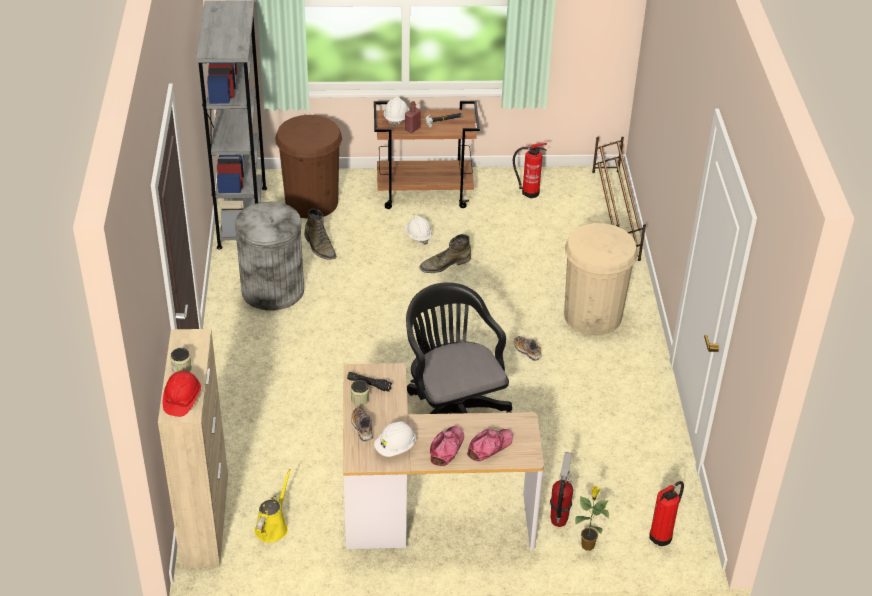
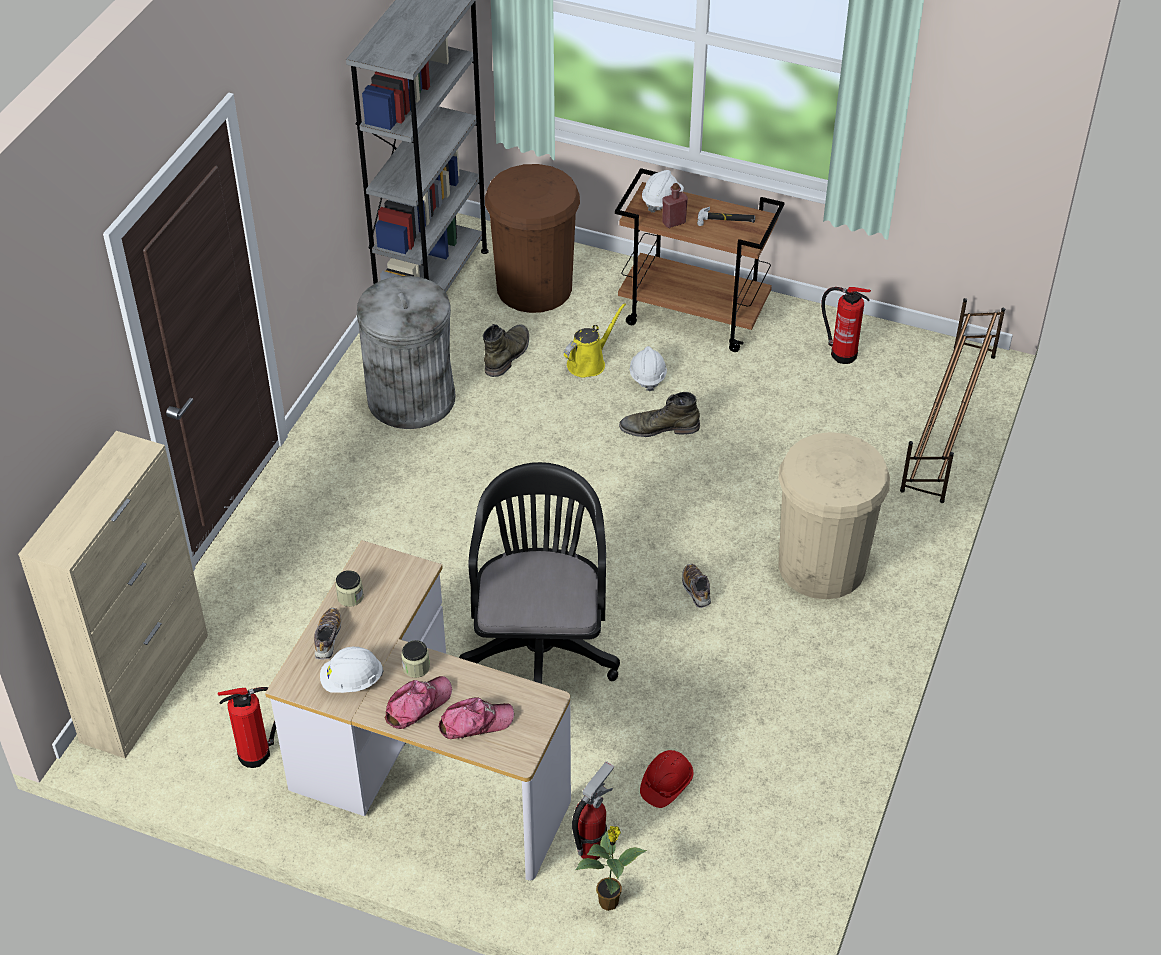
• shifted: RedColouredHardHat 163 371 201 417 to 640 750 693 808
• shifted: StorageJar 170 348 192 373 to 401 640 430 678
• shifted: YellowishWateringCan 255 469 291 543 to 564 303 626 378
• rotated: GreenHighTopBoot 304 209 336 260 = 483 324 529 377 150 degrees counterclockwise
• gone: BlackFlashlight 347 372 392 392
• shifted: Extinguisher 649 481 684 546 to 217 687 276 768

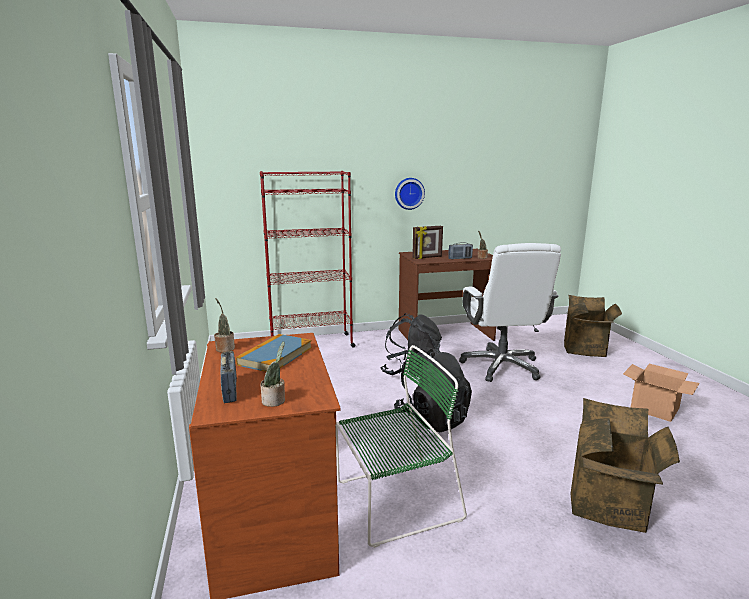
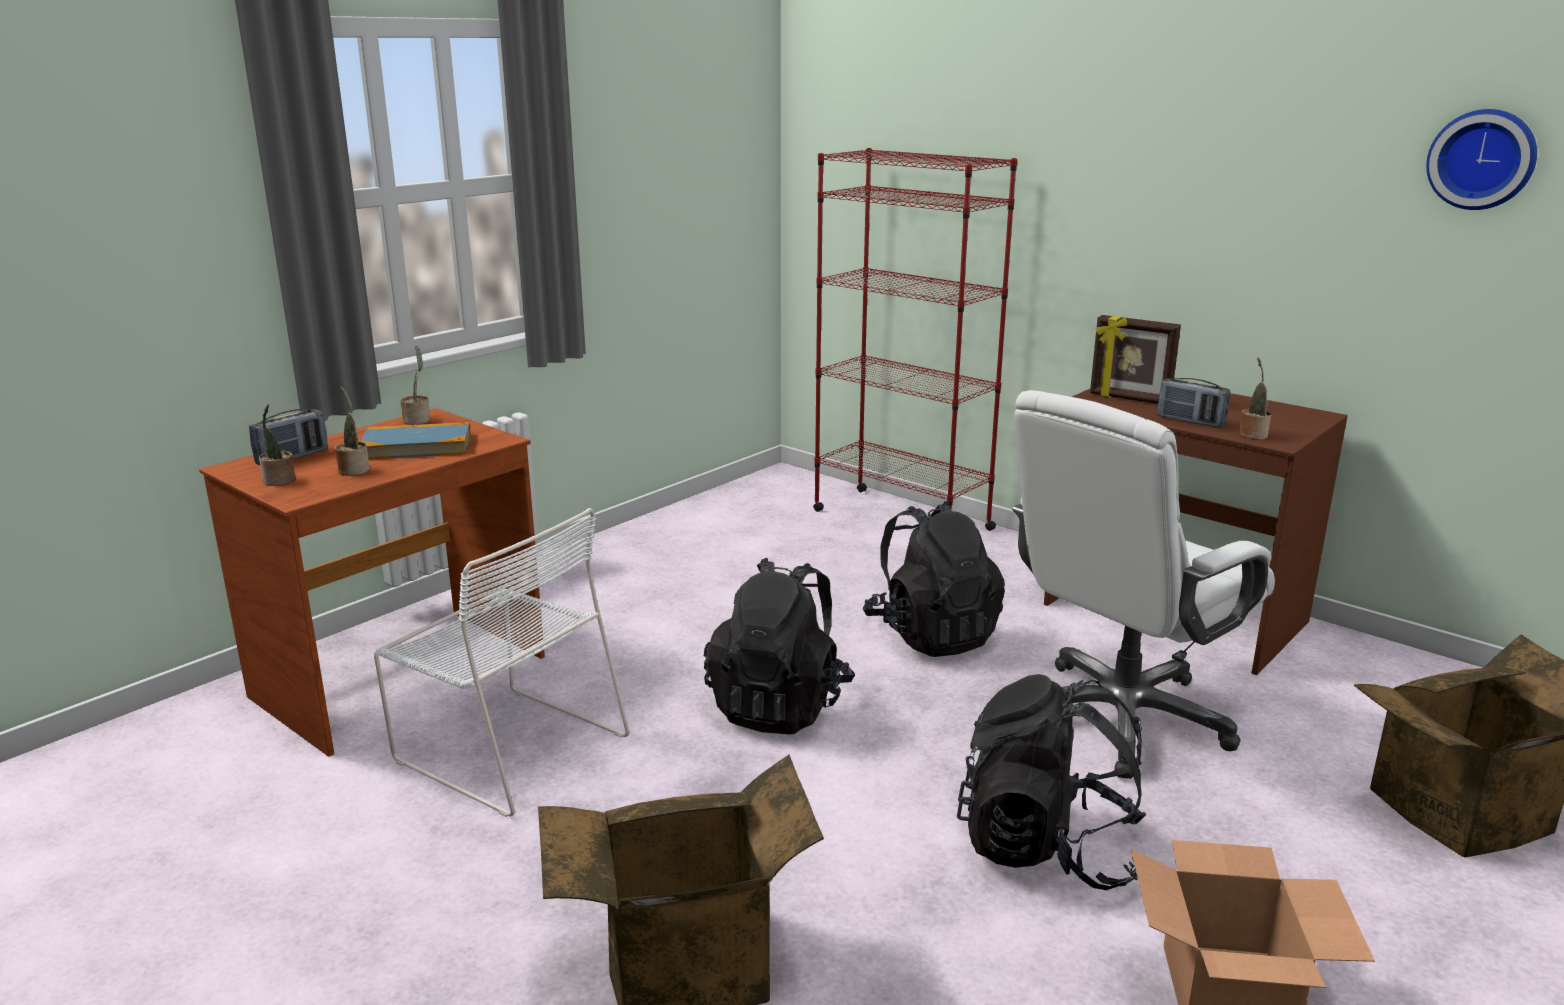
• repainted: GreenChair 336 345 467 548 to WhiteChair 374 508 630 817
• shifted: ClockOnTheWall 395 178 425 210 to 1426 109 1537 210
• new: Houseplant 335 386 370 476
• new: BlackRucksack 957 674 1146 890

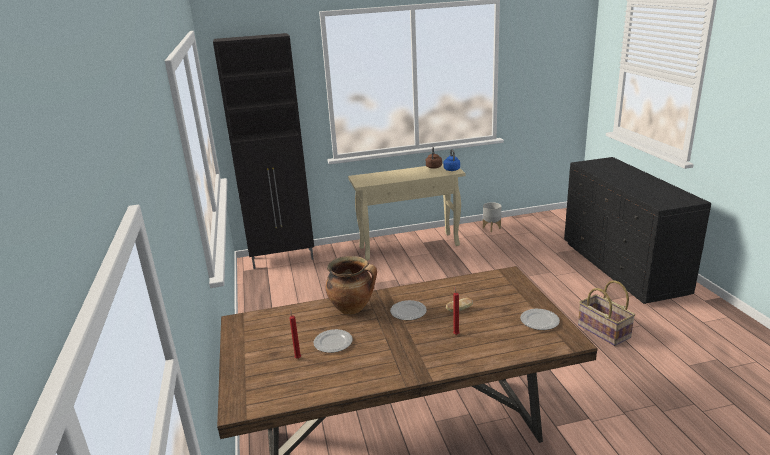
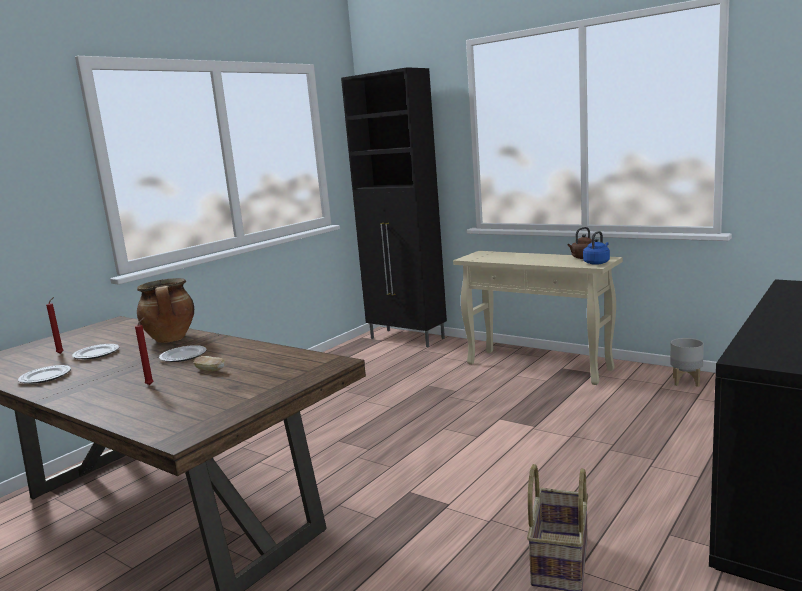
• shifted: Plate 520 309 560 330 to 18 365 71 384

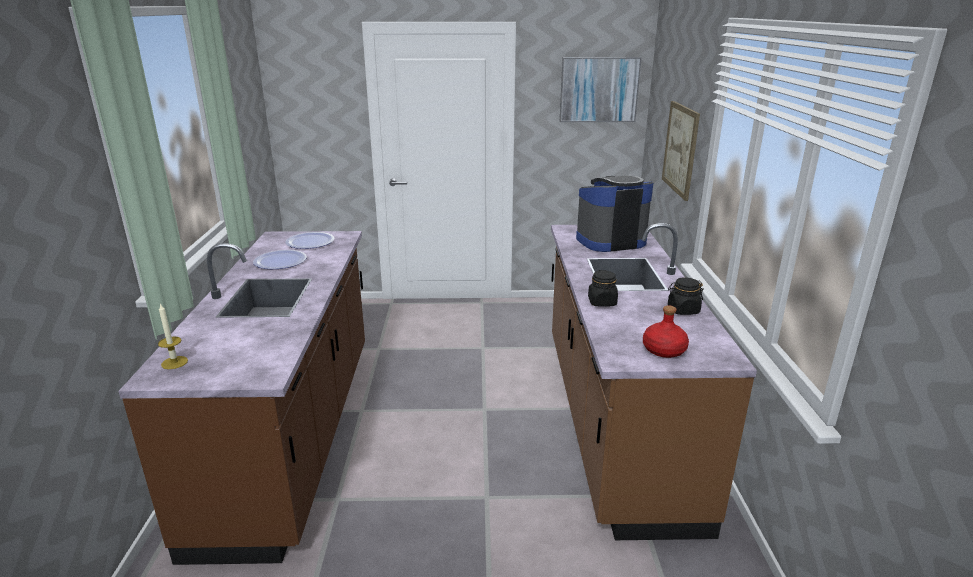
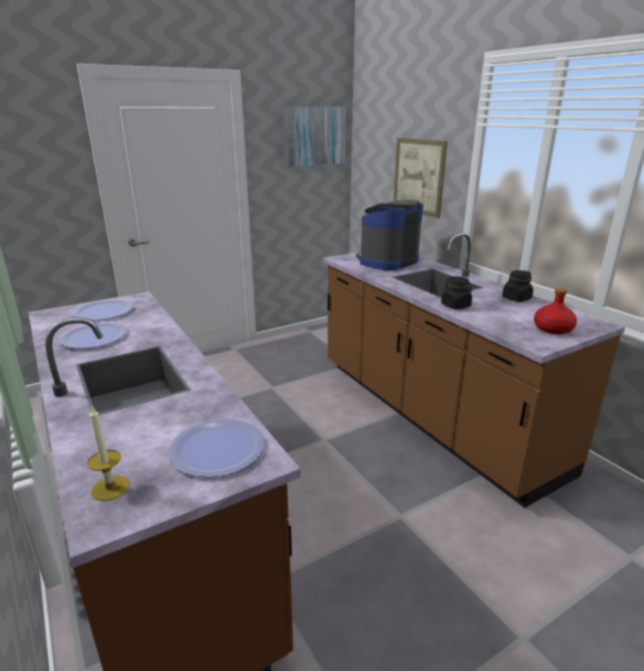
• new: Plate 168 418 265 477

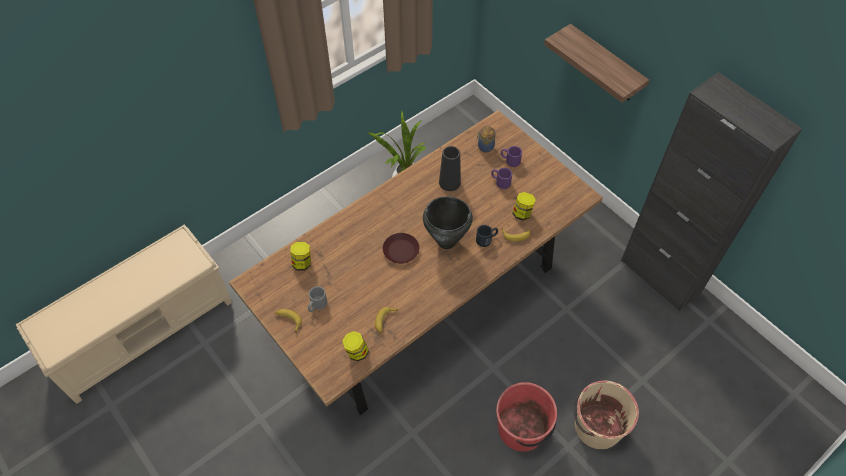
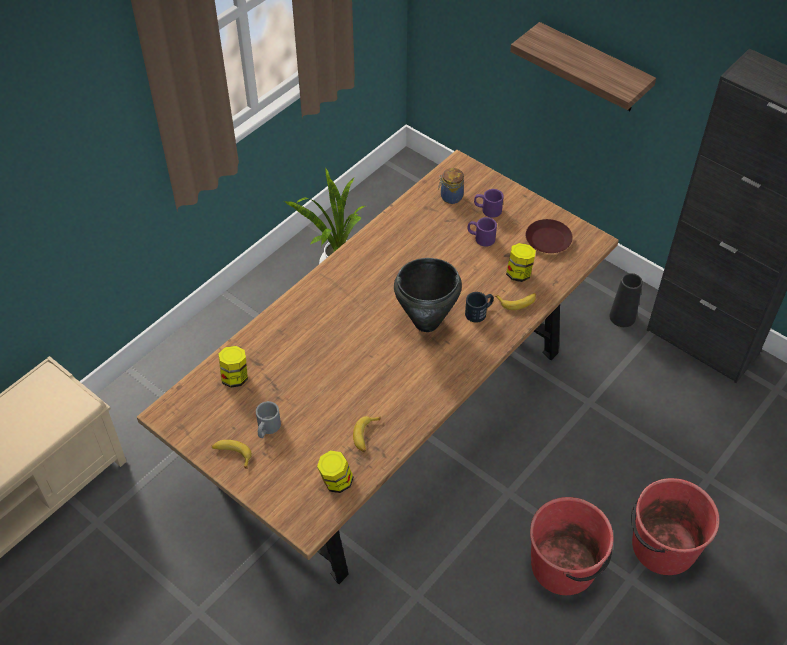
• shifted: BrownColouredPlate 383 233 419 264 to 526 219 573 253
• shifted: BlackFlowerVase 439 146 461 191 to 609 273 643 327
• repainted: SandColouredPail 574 381 639 449 to RedColouredPail 631 478 720 575

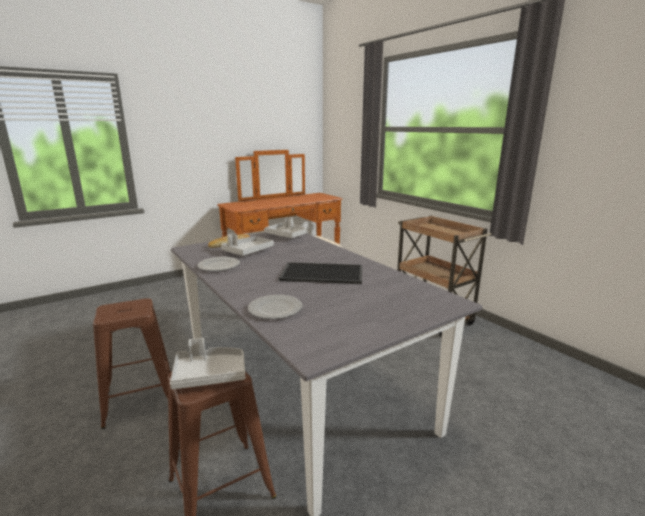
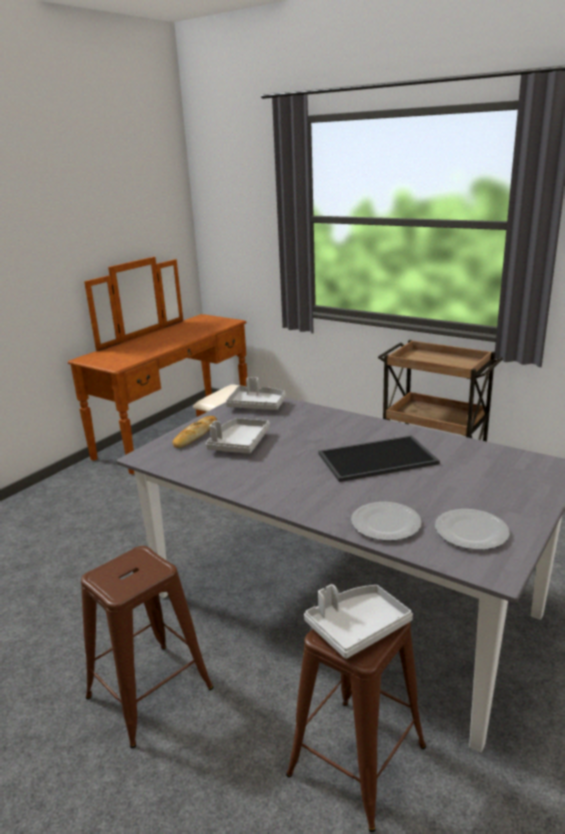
• shifted: Plate 197 257 240 271 to 435 509 510 550

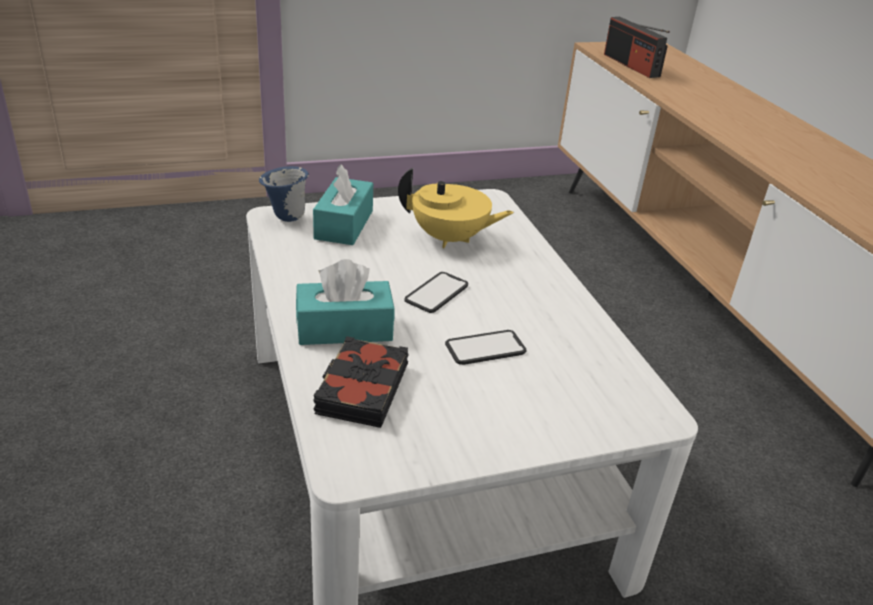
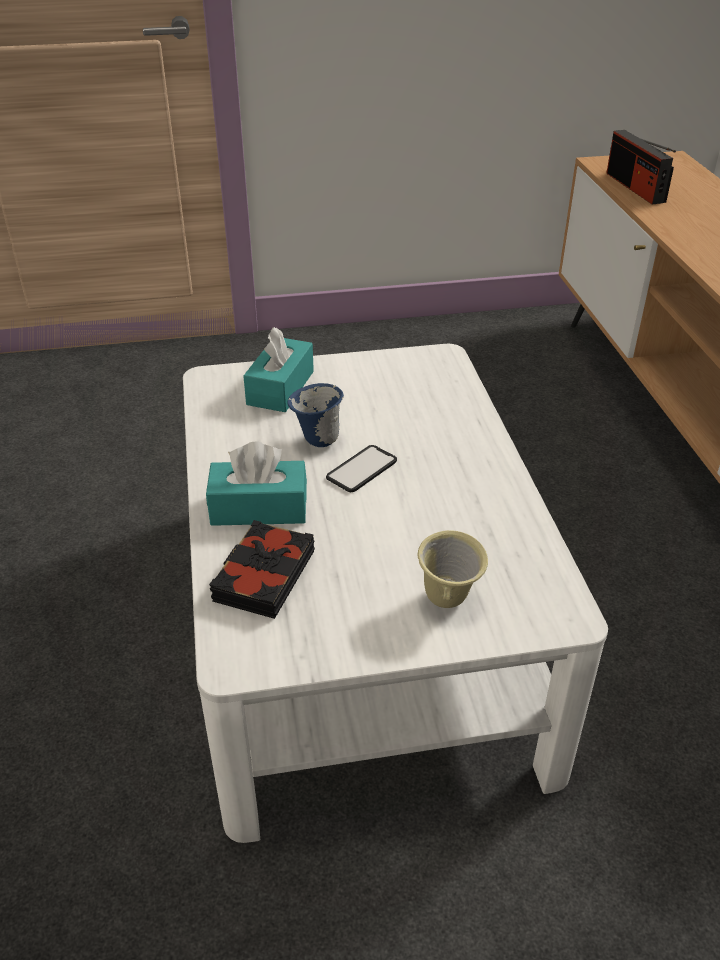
• shifted: BlueCoffeeMug 259 166 309 222 to 288 383 344 447
• gone: YellowishTeaPot 398 168 514 248
• gone: Telephone 445 330 527 365
• new: SandColouredCoffeeMug 417 530 488 608

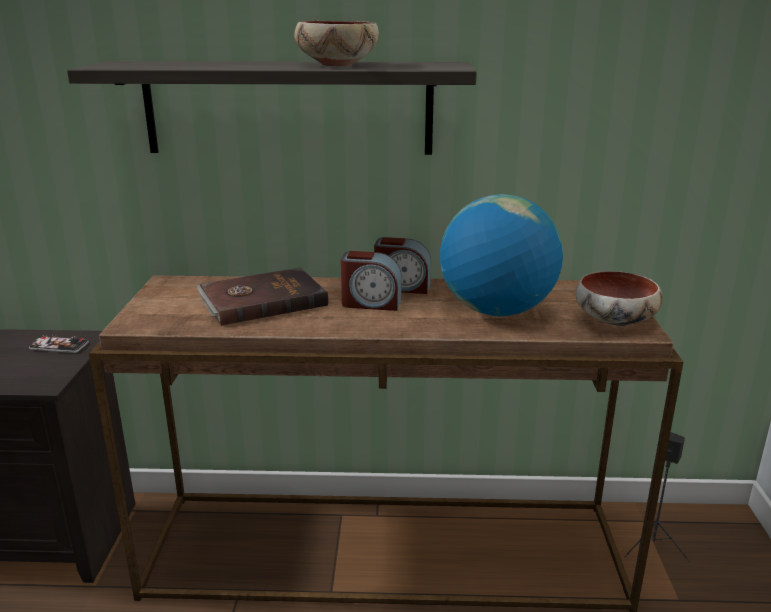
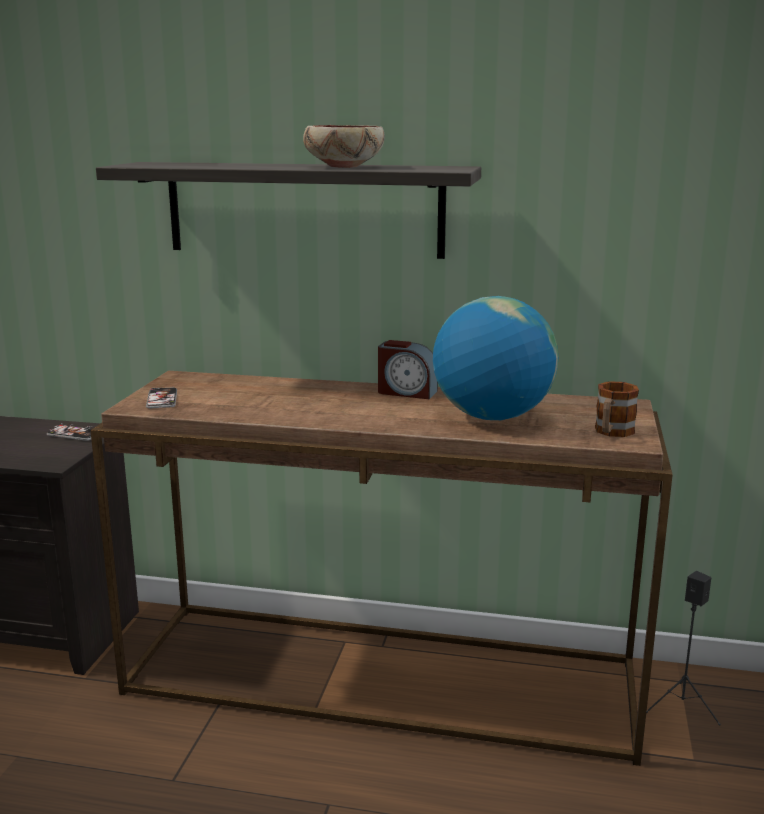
• gone: BrownColouredBook 196 268 328 326
• gone: TableClock 341 251 402 311
• swapped: ServingBowl 576 271 662 326 to CoffeeMug 595 381 639 437
• new: Telephone 146 387 177 409

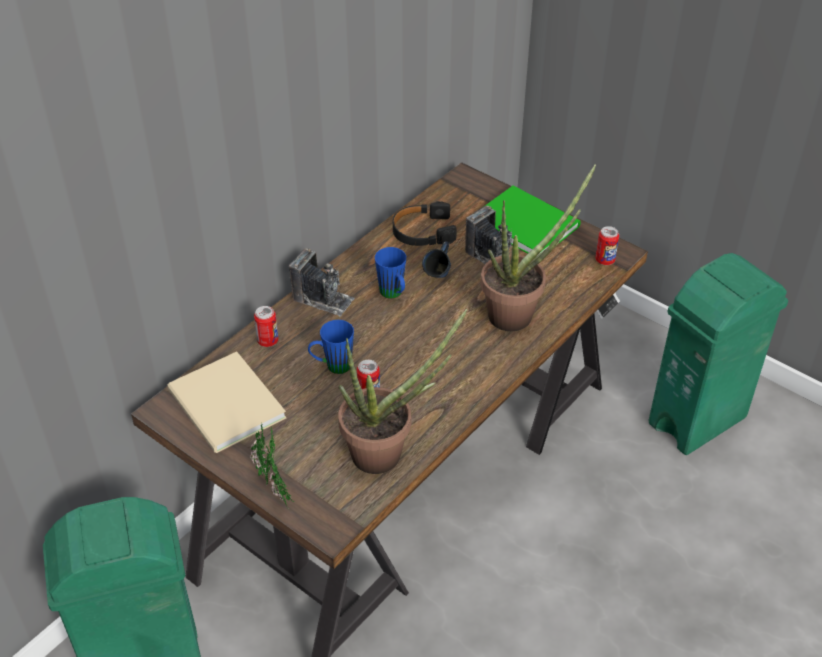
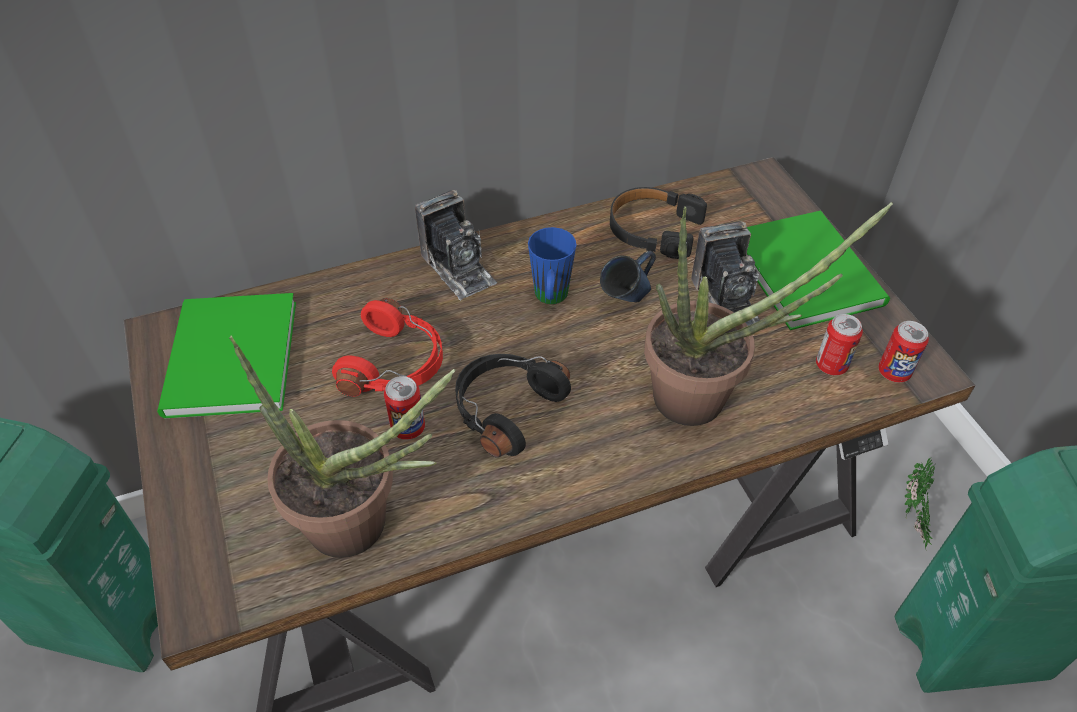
• repainted: SandColouredBook 167 352 286 453 to GreenBook 157 293 296 419
• shifted: Houseplant 250 423 295 509 to 905 458 935 551
• shifted: MetalCan 254 306 279 347 to 816 314 863 375
• swapped: BlueCoffeeMug 308 320 354 374 to RedColouredHeadset 332 298 443 396
• new: BlackHeadset 455 354 571 458

